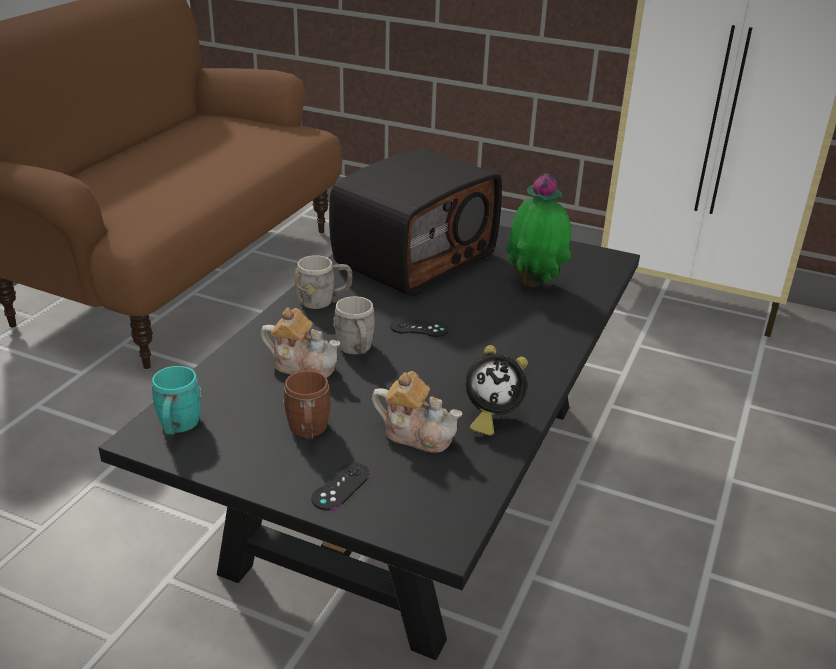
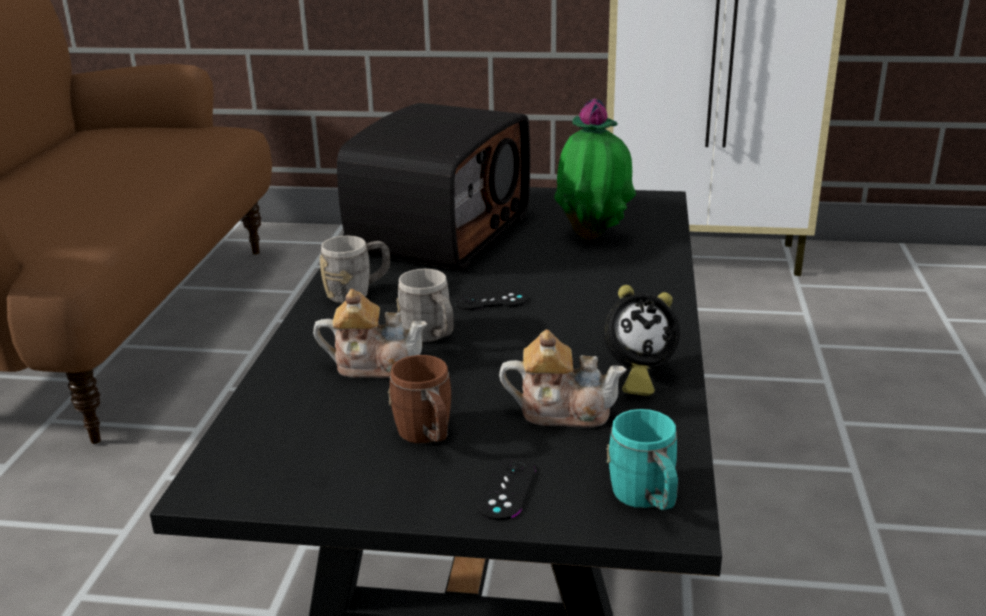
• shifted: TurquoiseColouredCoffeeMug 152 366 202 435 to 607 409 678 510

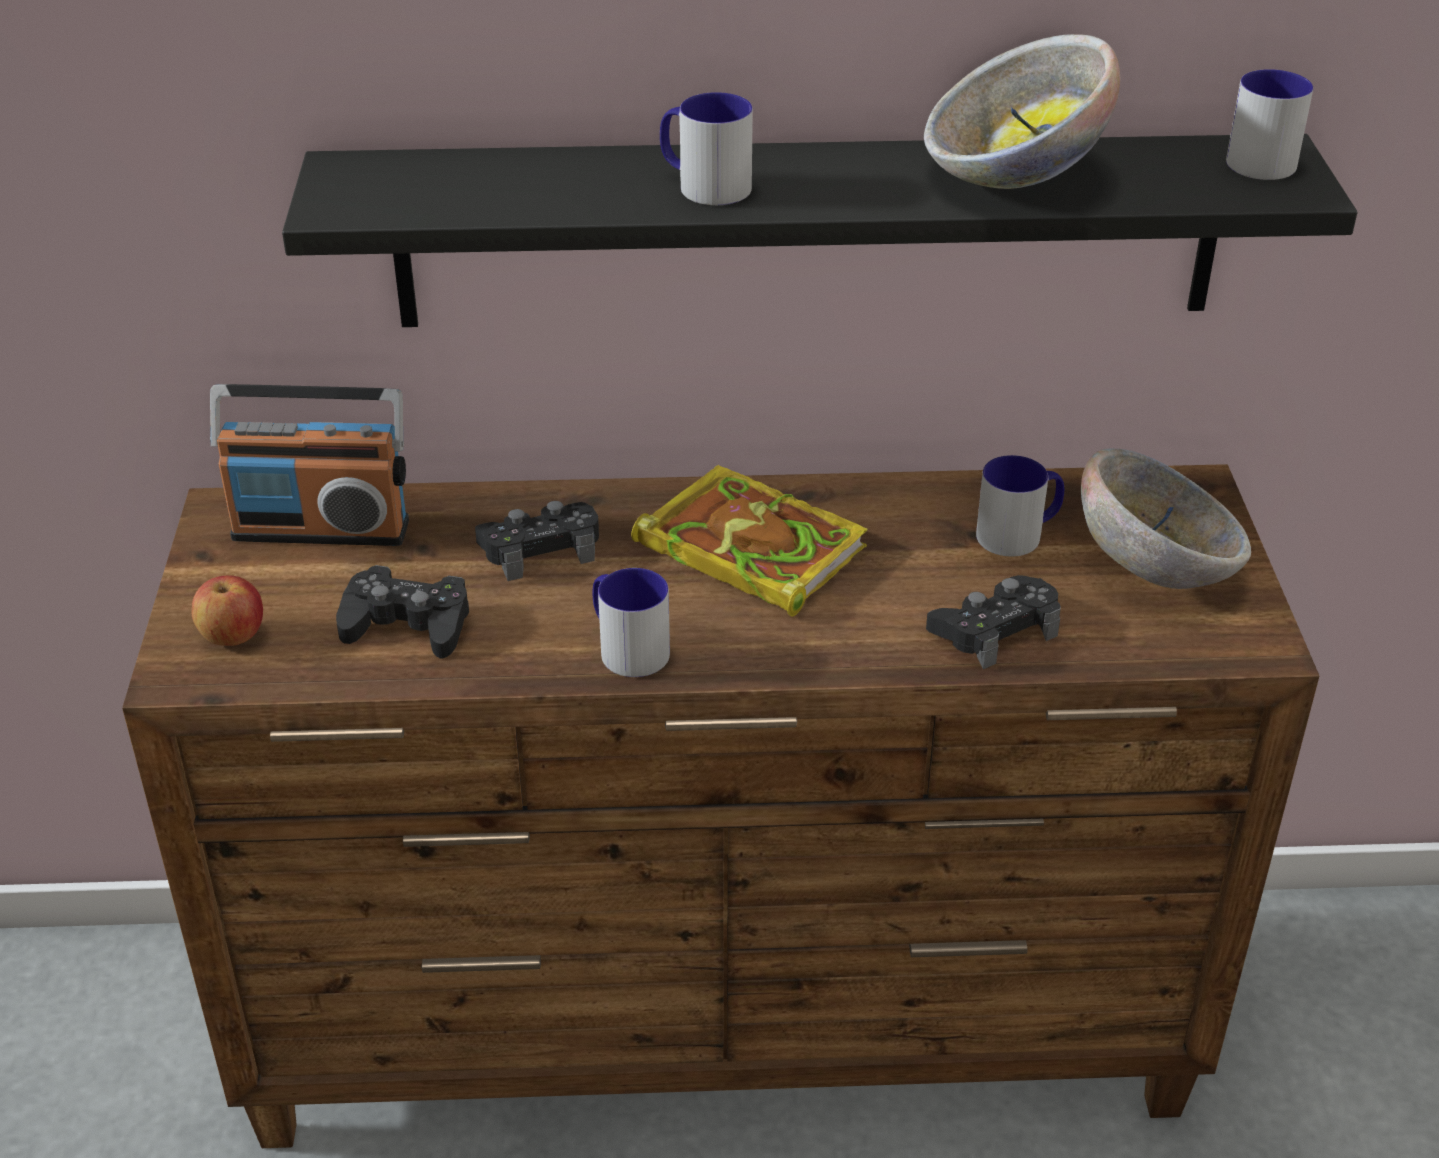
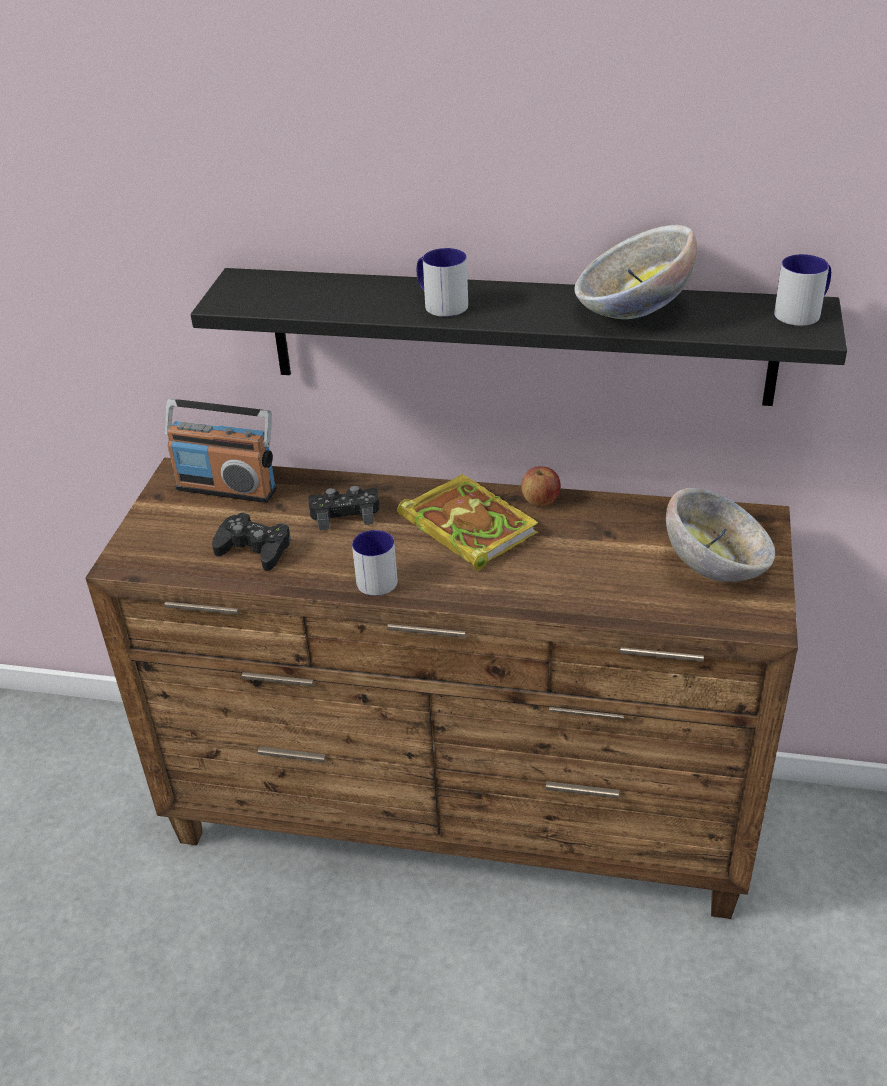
• shifted: WholeApple 191 575 263 646 to 521 466 561 506
• gone: BlackJoypad 926 575 1061 669
• gone: CoffeeMug 976 455 1064 557

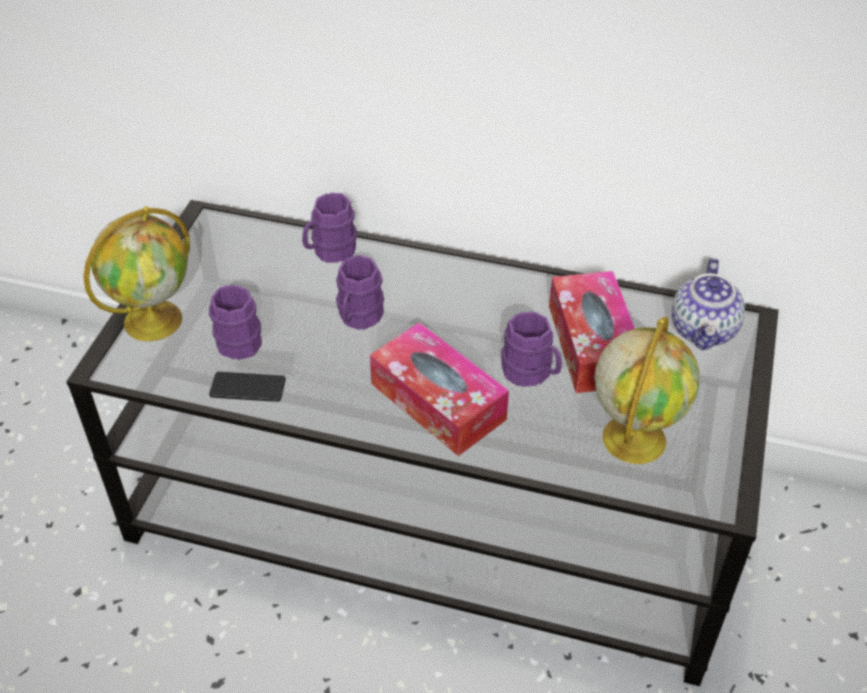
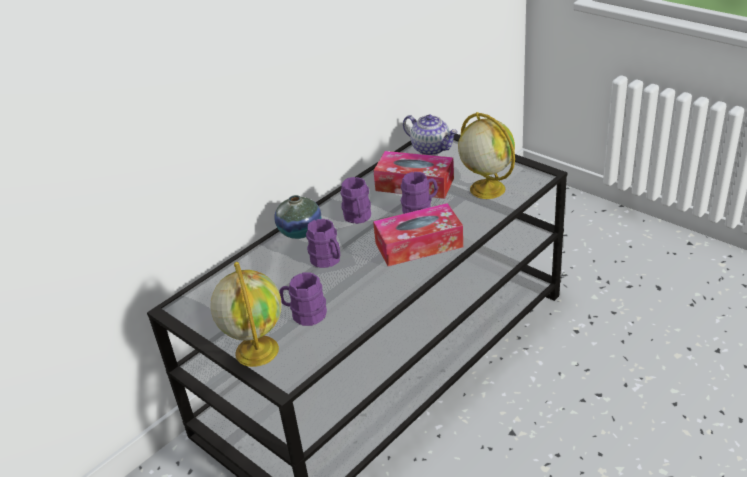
• gone: Telephone 209 372 286 402
• shifted: PurpleColouredCoffeeMug 302 193 357 263 to 341 177 371 224
• new: FlowerVase 274 195 321 239

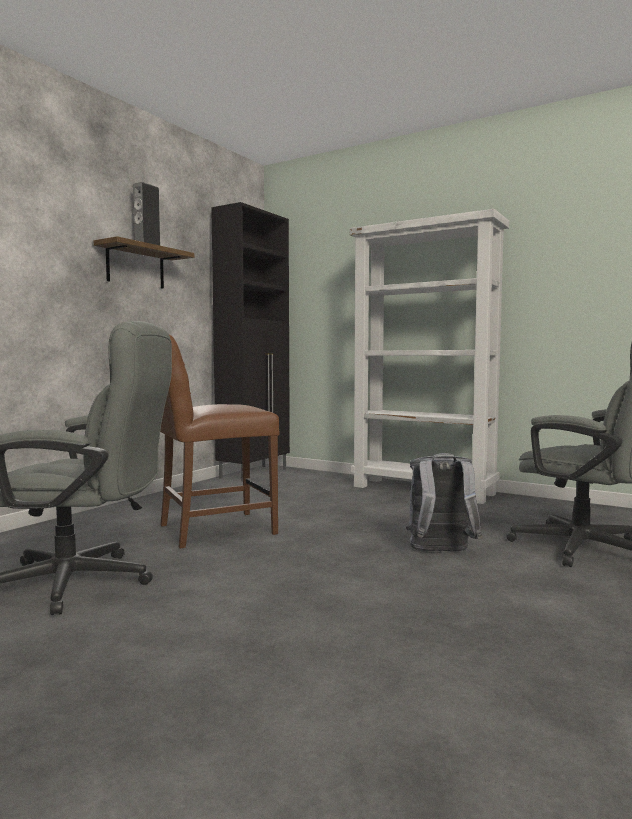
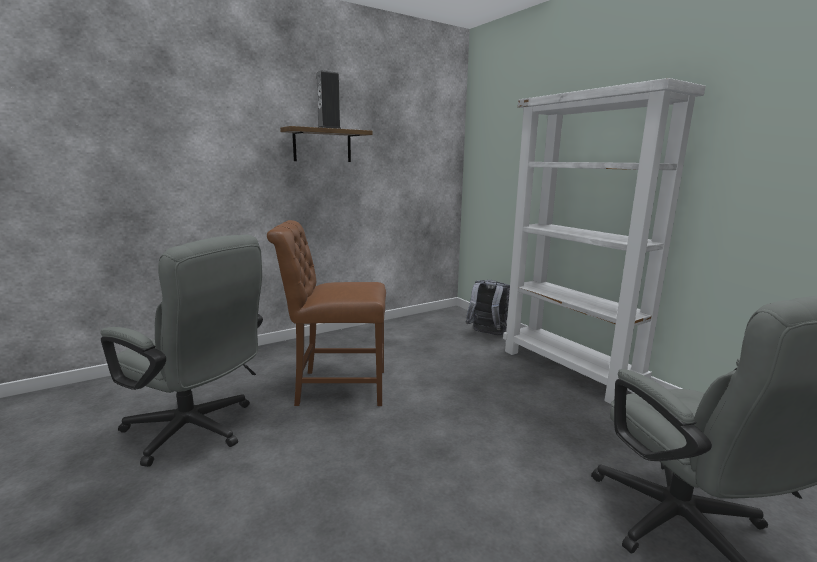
• gone: BlackStorageCabinet 211 202 290 482
• shifted: GrayRucksack 406 453 483 552 to 465 280 510 335

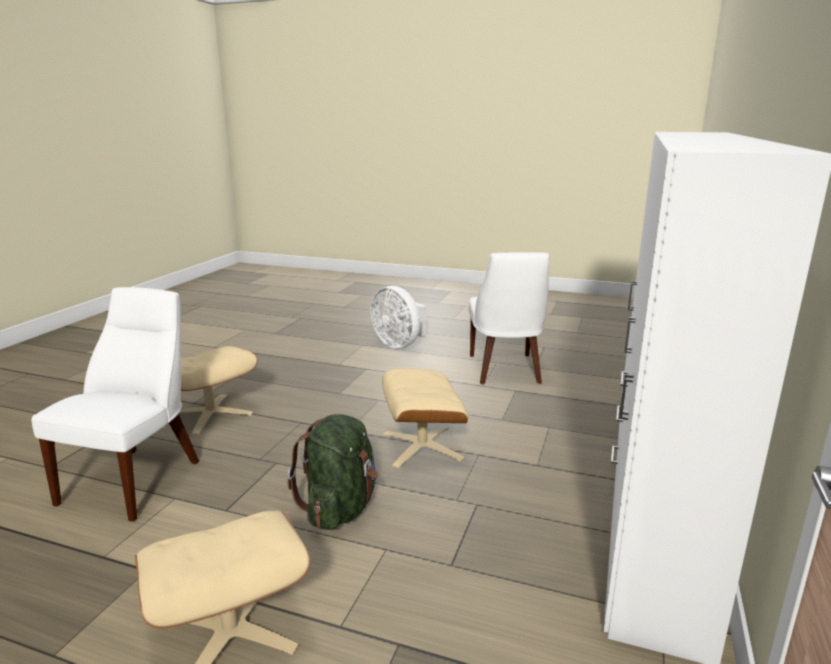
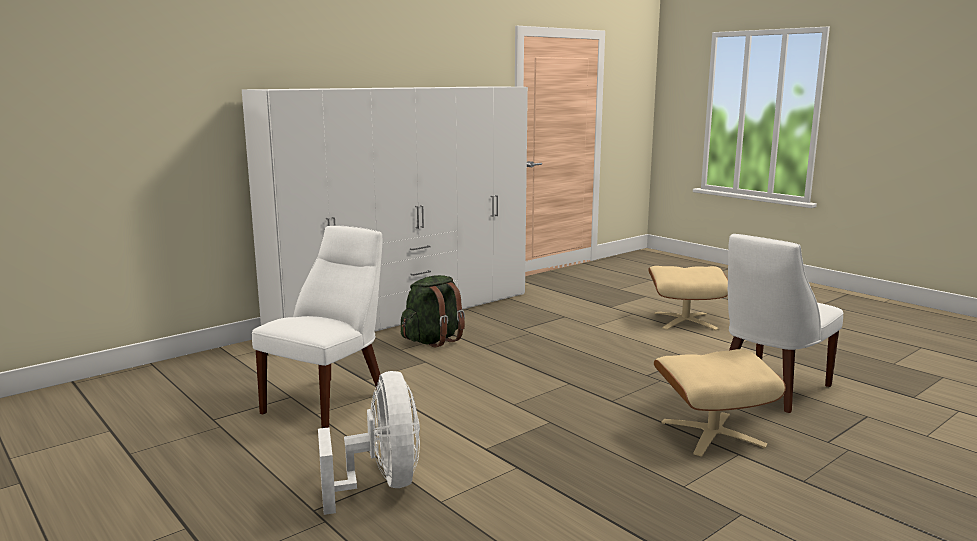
• shifted: GreenRucksack 287 414 379 530 to 401 275 465 347
• gone: SandColouredOttoman 382 368 468 468

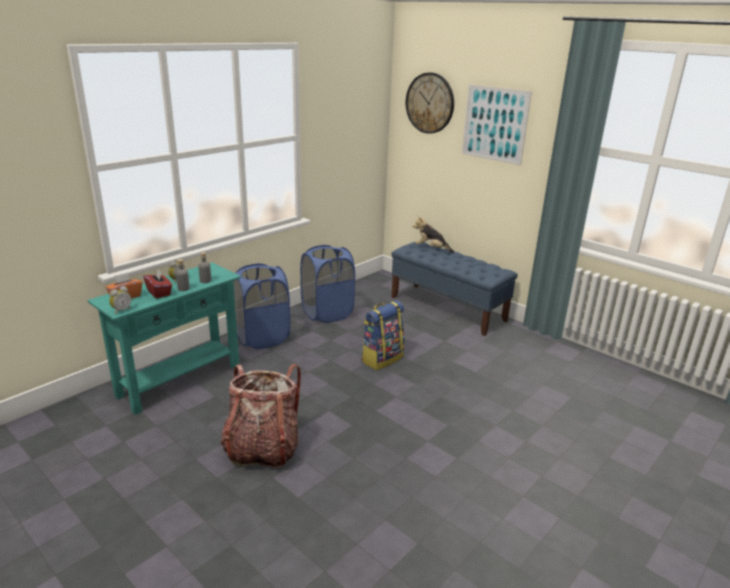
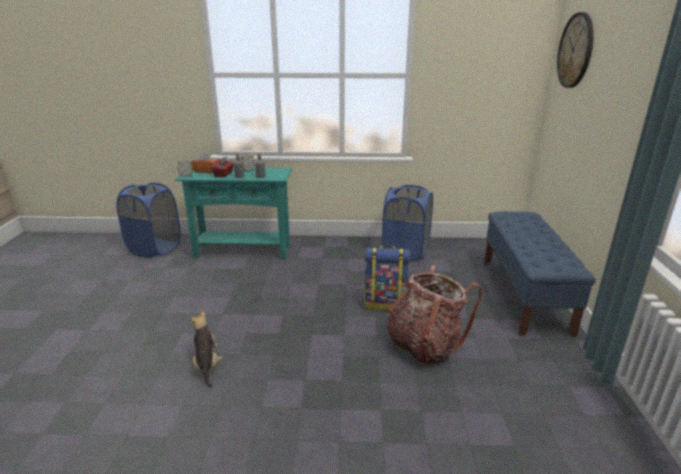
• shifted: Rucksack 221 364 301 468 to 388 265 482 366
• shifted: BlueLaundryBasket 233 263 290 349 to 116 183 181 258
• shifted: SoftToy 412 215 454 253 to 191 311 223 388
• gone: WallArt 462 84 532 165

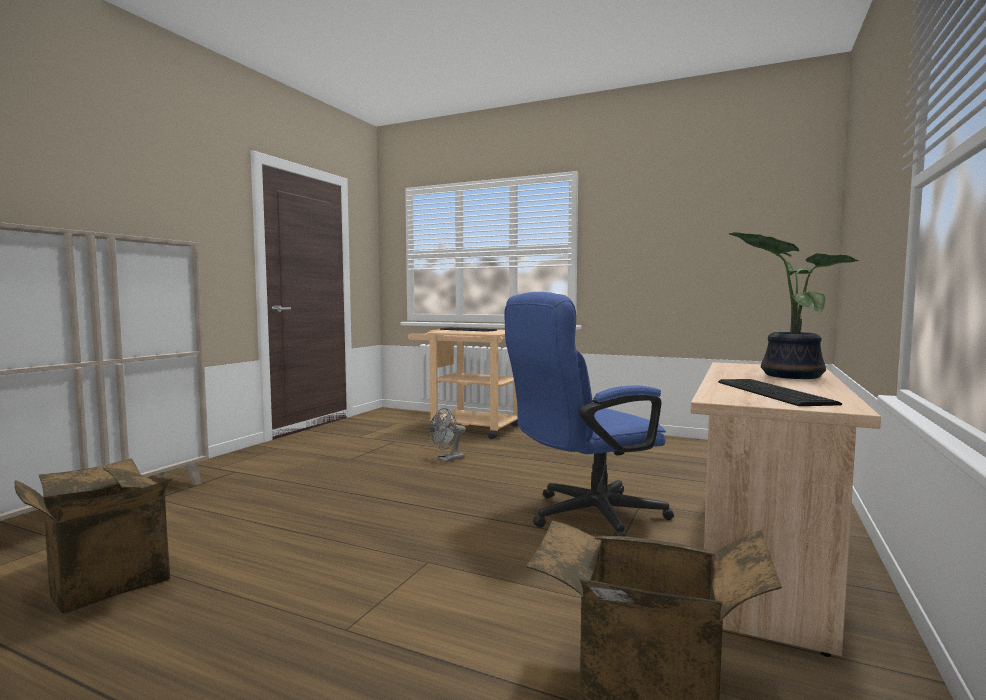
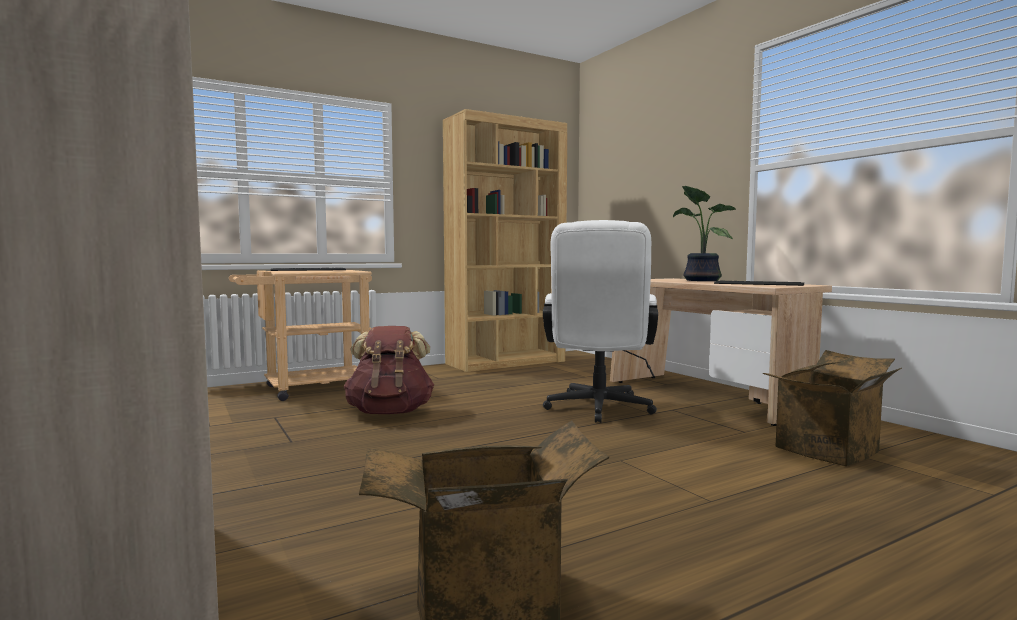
• swapped: GrayElectricFan 430 408 466 462 to BrownColouredRucksack 344 326 434 414
• repainted: BlueDeskChair 505 292 674 536 to WhiteDeskChair 543 220 658 423
• new: BrownColouredBookshelf 443 109 567 372

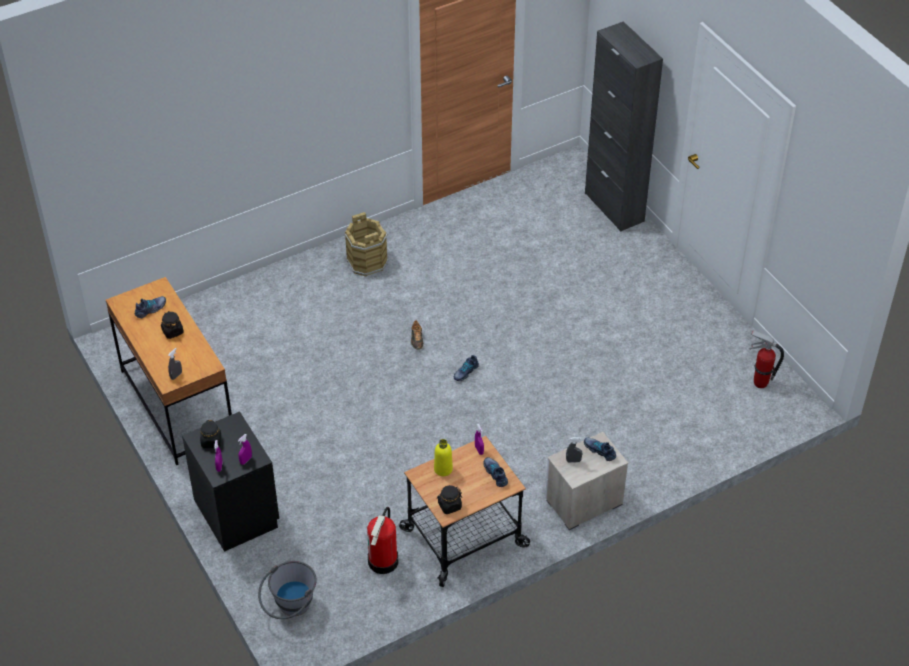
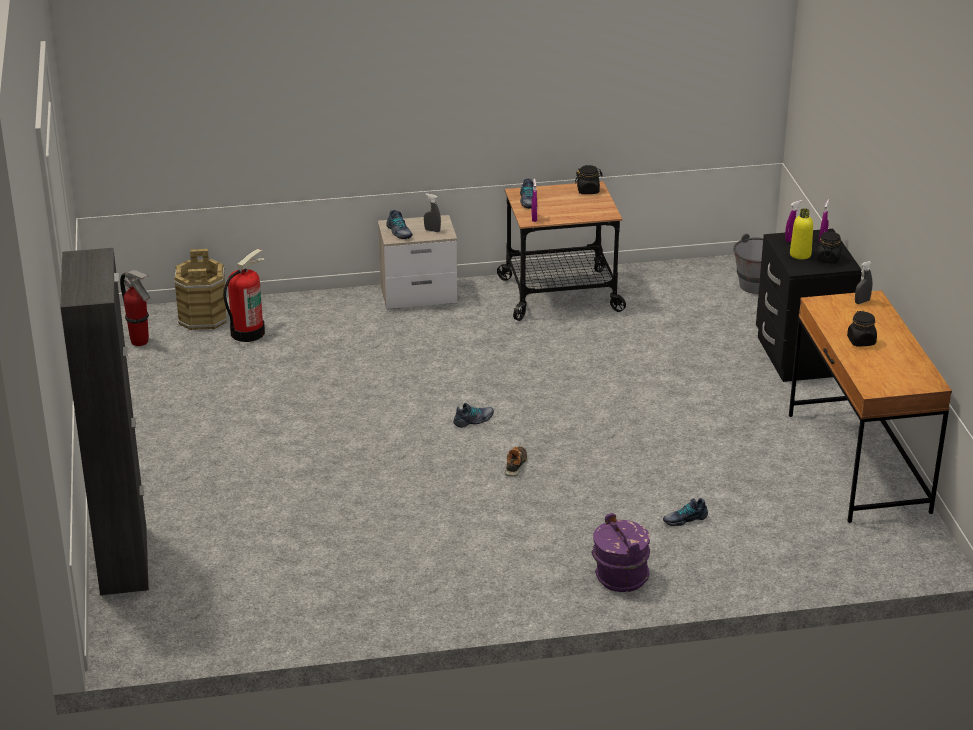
• shifted: LowShoe 135 296 166 318 to 663 498 708 526
• shifted: BrownColouredPail 344 212 389 277 to 174 249 227 330
• shifted: Extinguisher 367 507 399 574 to 223 249 265 342
• shifted: YellowishBeverageBottle 434 439 453 476 to 790 208 813 260
• new: PurpleColouredPail 592 513 650 592

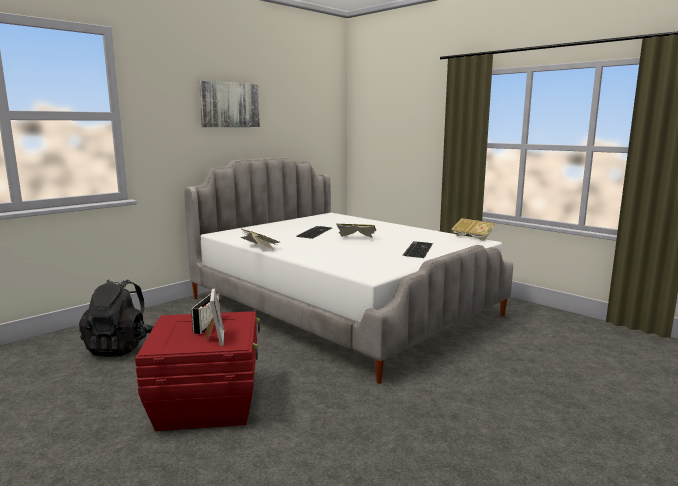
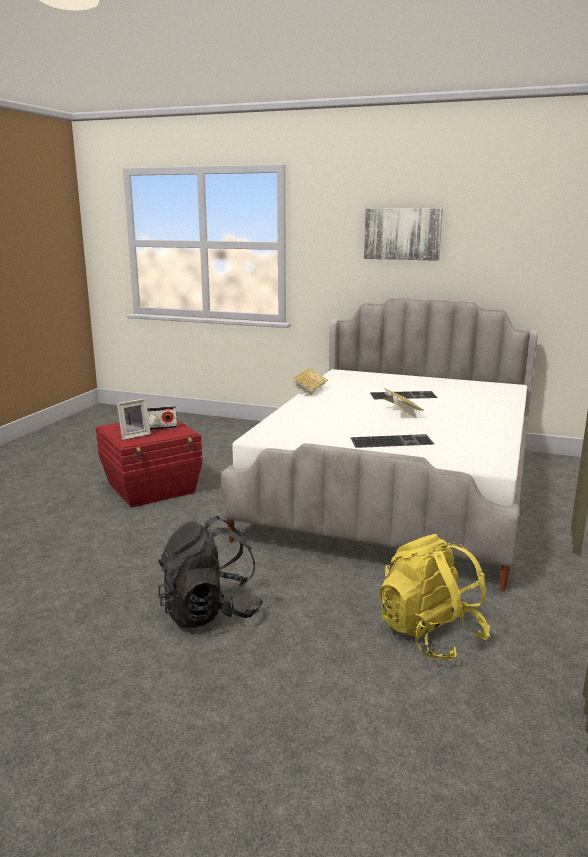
• shifted: BlackRucksack 79 280 154 357 to 158 516 263 628
• gone: Book 451 218 495 241
• new: YellowishRucksack 380 534 490 661

